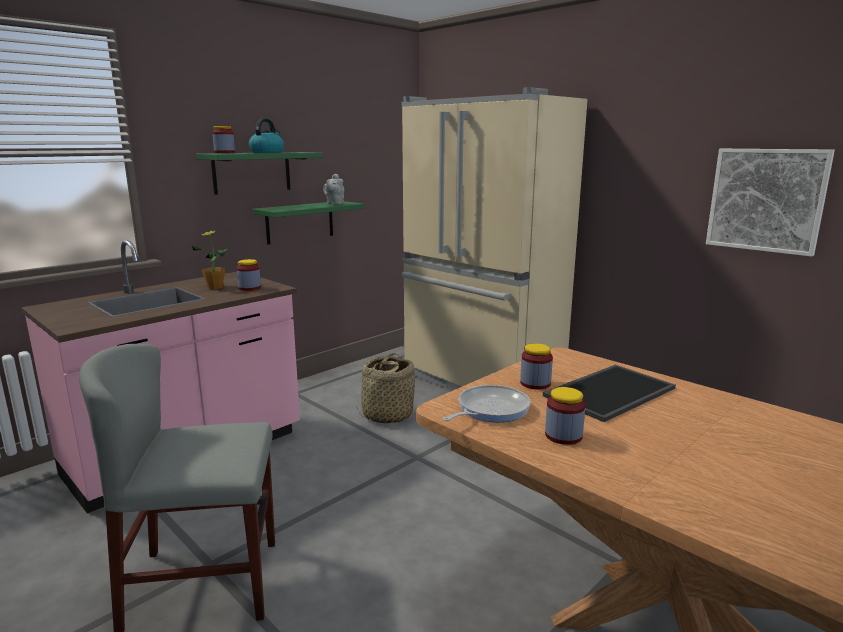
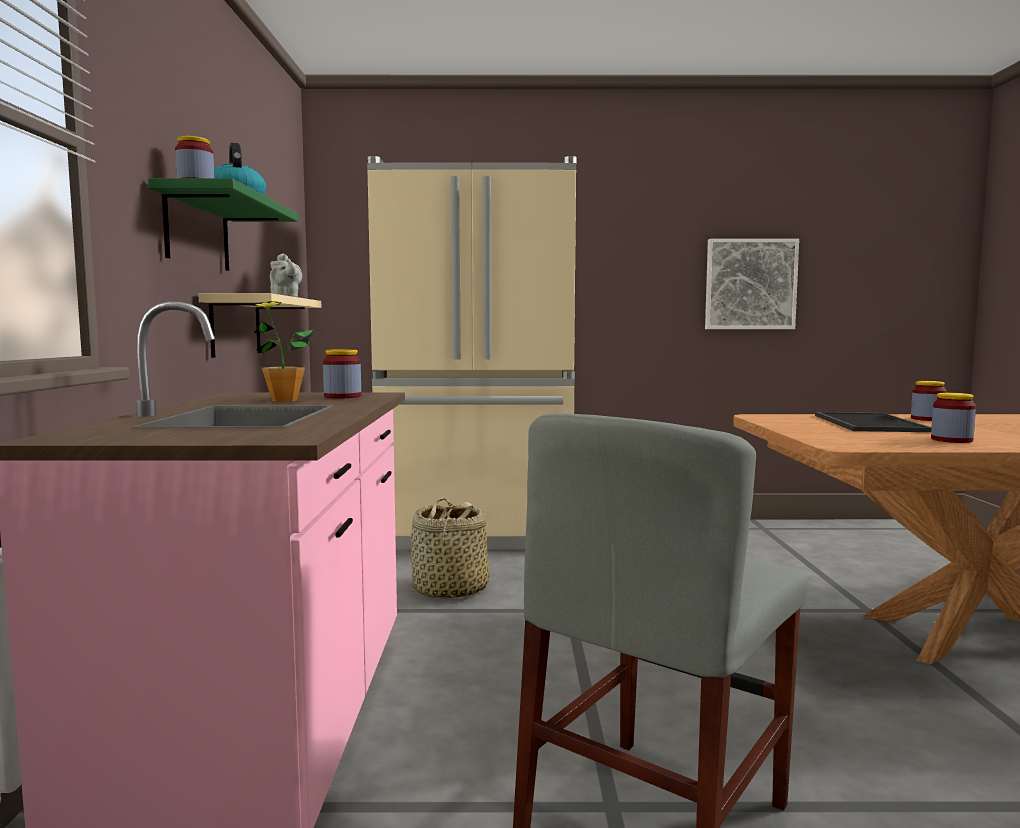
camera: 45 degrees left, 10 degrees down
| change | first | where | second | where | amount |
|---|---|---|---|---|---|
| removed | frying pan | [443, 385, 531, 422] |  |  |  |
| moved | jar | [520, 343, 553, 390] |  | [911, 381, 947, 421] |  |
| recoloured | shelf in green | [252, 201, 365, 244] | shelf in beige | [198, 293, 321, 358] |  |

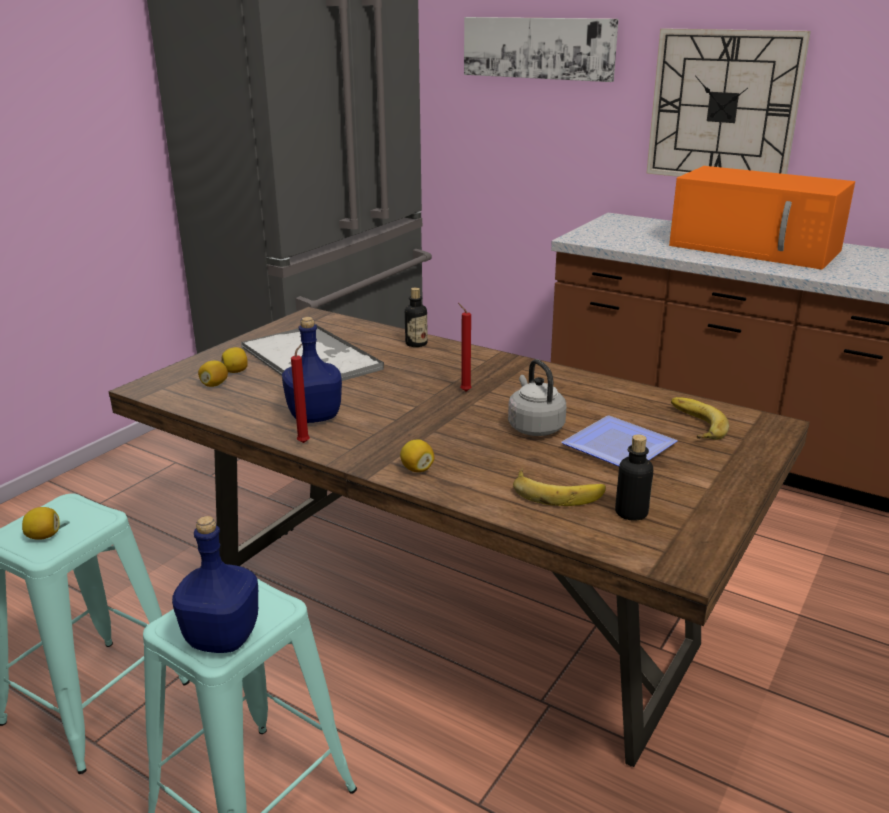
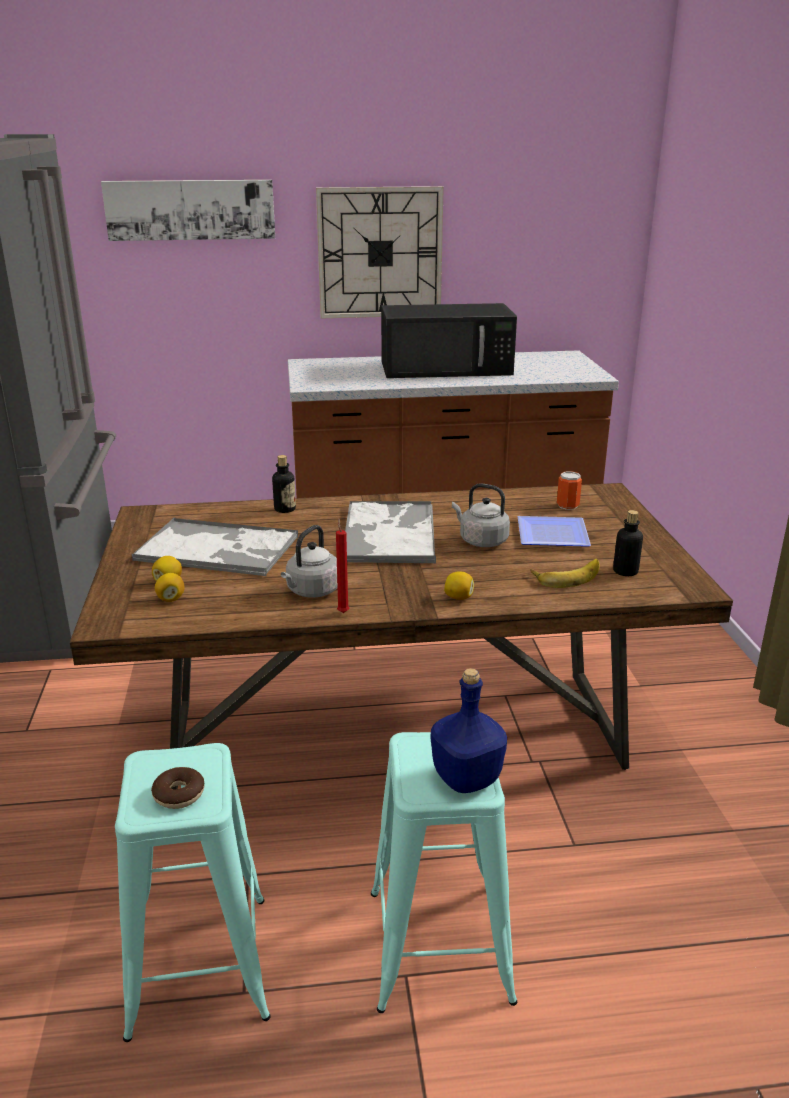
camera: 40 degrees left, 0 degrees up
| change | first | where | second | where | amount |
|---|---|---|---|---|---|
| replaced | lemon | [22, 507, 60, 539] | donut | [151, 767, 204, 809] |  |
| replaced | bottle in blue | [282, 317, 342, 423] | kettle in grey | [281, 525, 338, 598] |  |
| replaced | candle in red | [458, 303, 472, 391] | tray | [345, 501, 436, 563] |  |
| replaced | banana | [671, 397, 729, 440] | can | [557, 471, 582, 510] |  |
| recoloured | microwave in orange | [669, 166, 855, 270] | microwave in black | [381, 303, 517, 378] |  |

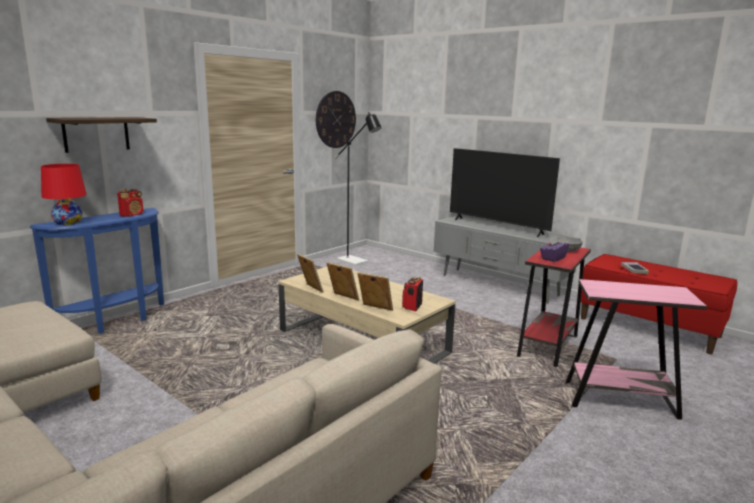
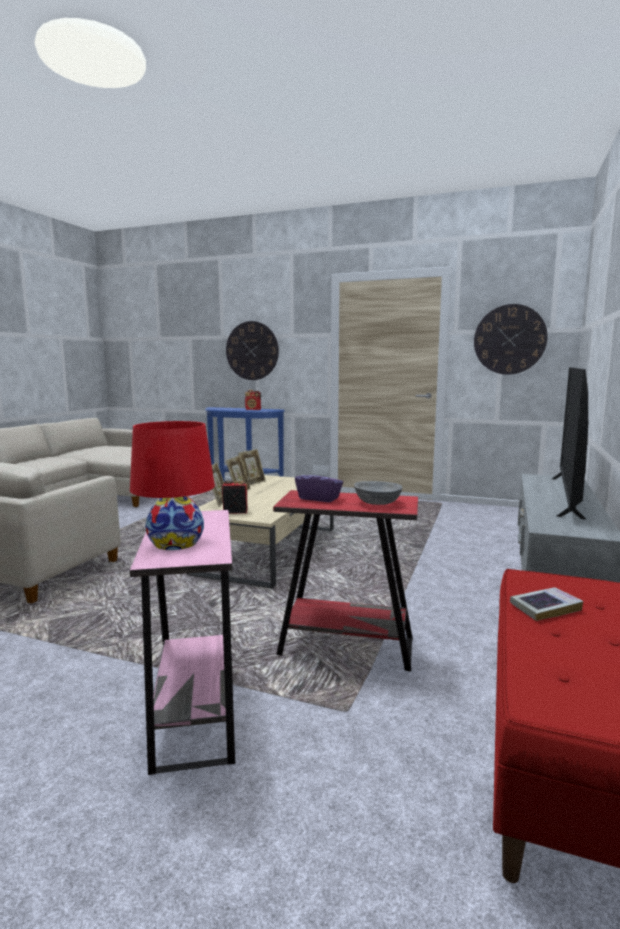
camera: 70 degrees right, 5 degrees down
| change | first | where | second | where | amount |
|---|---|---|---|---|---|
| removed | floor lamp in black | [334, 112, 382, 266] |  |  |  |
| moved | table lamp in red | [41, 164, 87, 225] |  | [130, 421, 215, 550] |  |
| replaced | shelf | [46, 117, 157, 153] | wall clock | [226, 321, 279, 380] |  |

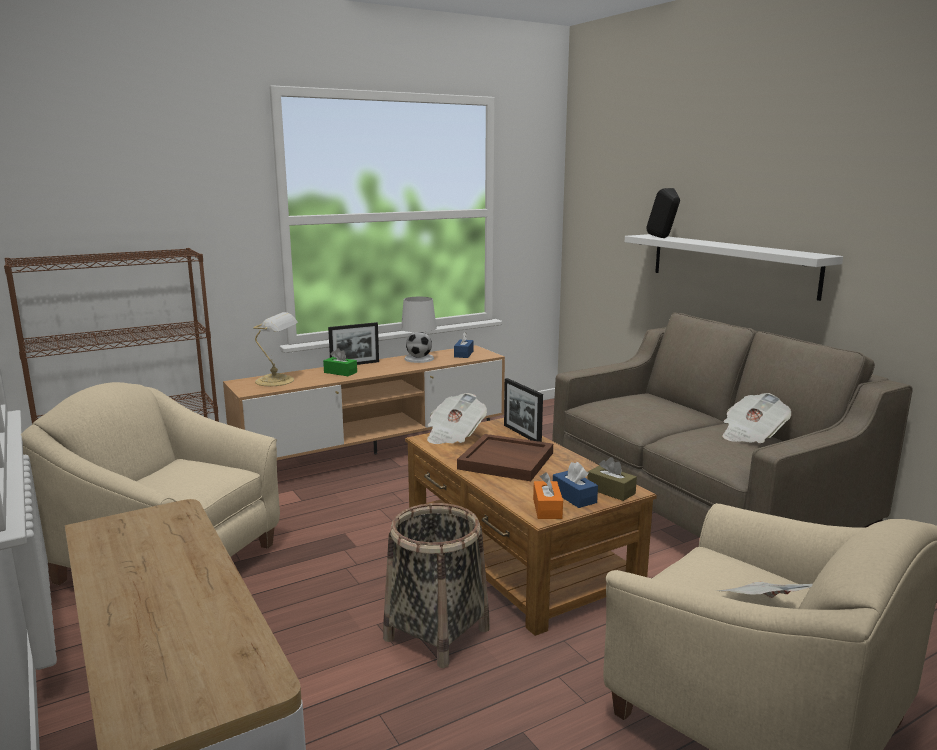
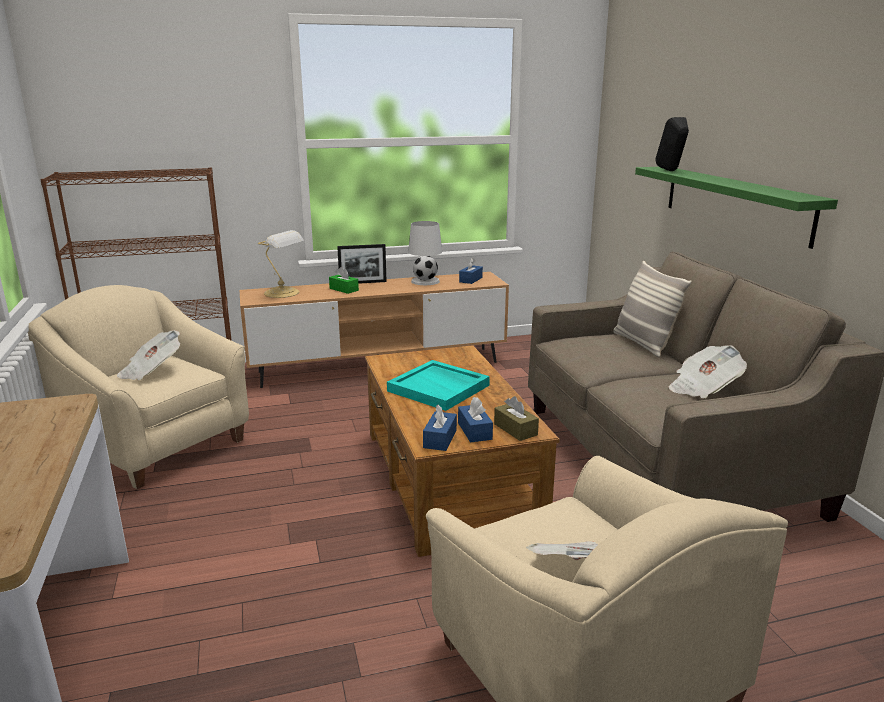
camera: 15 degrees right, 5 degrees up
| change | first | where | second | where | amount |
|---|---|---|---|---|---|
| removed | basket | [383, 503, 490, 668] |  |  |  |
| removed | picture frame | [504, 378, 543, 442] |  |  |  |
| added |  |  | pillow | [613, 261, 692, 358] |  |
| moved | newspaper | [427, 393, 487, 444] |  | [117, 330, 180, 380] |  |
| recoloured | tray in brown | [457, 434, 553, 481] | tray in turquoise | [387, 360, 490, 411] |  |
| recoloured | tissue box in orange | [533, 472, 563, 519] | tissue box in blue | [423, 404, 457, 451] |  |
| recoloured | shelf in white | [625, 234, 843, 301] | shelf in green | [635, 167, 838, 249] |  |

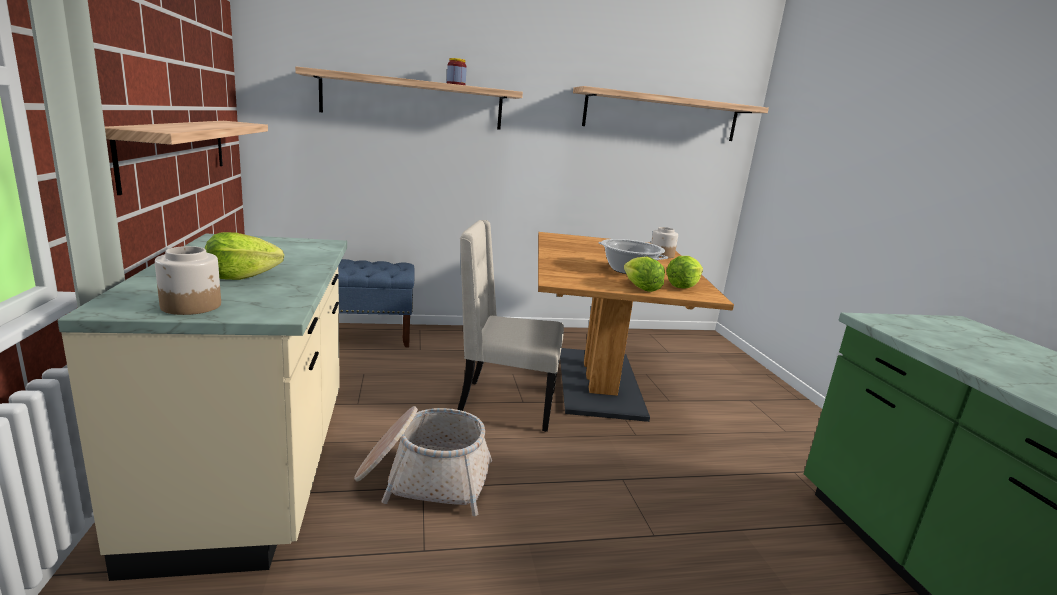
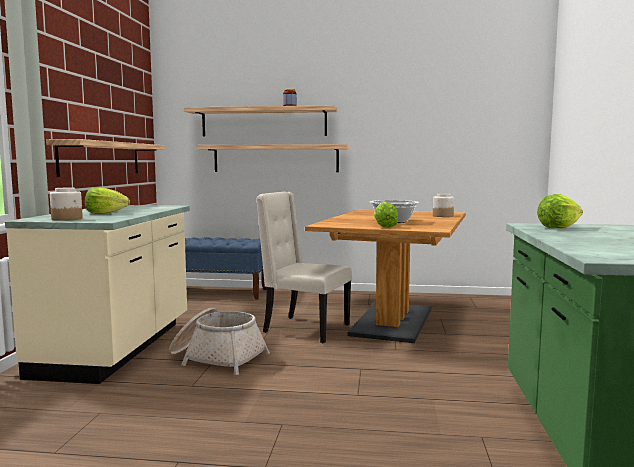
camera: 20 degrees right, 10 degrees down
| change | first | where | second | where | amount |
|---|---|---|---|---|---|
| moved | shelf | [573, 86, 769, 141] |  | [196, 144, 349, 172] |  |
| moved | lettuce | [666, 256, 703, 288] |  | [537, 194, 583, 229] |  |

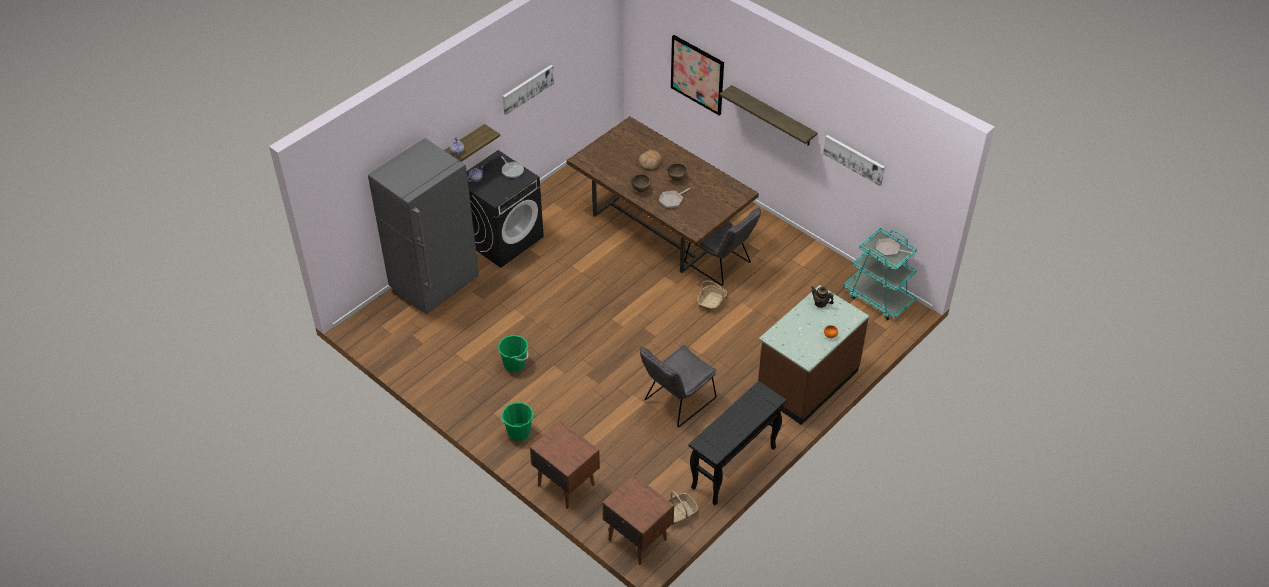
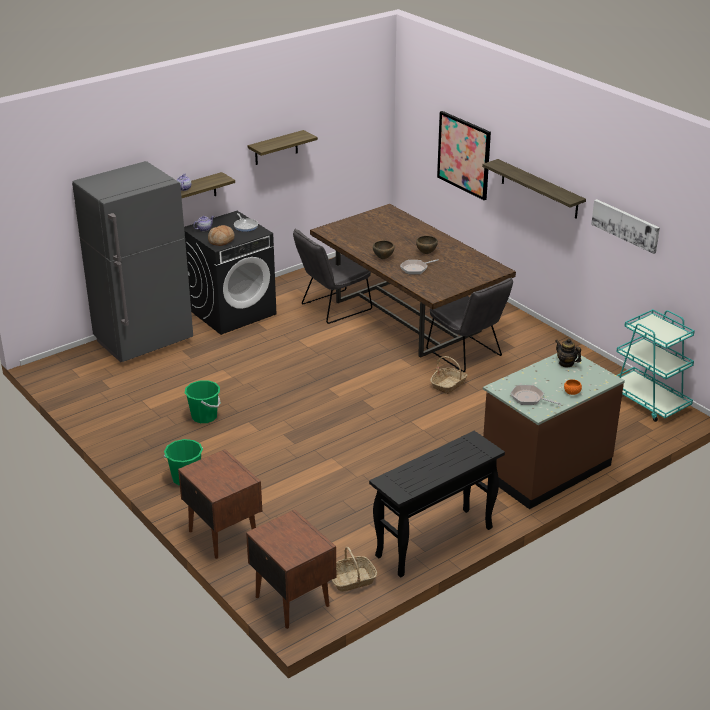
camera: 10 degrees right, 15 degrees down
| change | first | where | second | where | amount |
|---|---|---|---|---|---|
| moved | bread | [639, 150, 662, 170] |  | [208, 225, 235, 246] |  |
| moved | chair in grey | [640, 345, 717, 427] |  | [293, 228, 372, 324] |  |
| moved | frying pan | [876, 238, 914, 257] |  | [510, 385, 561, 405] |  |
| replaced | picture | [502, 65, 554, 115] | shelf | [248, 130, 318, 165] |  |

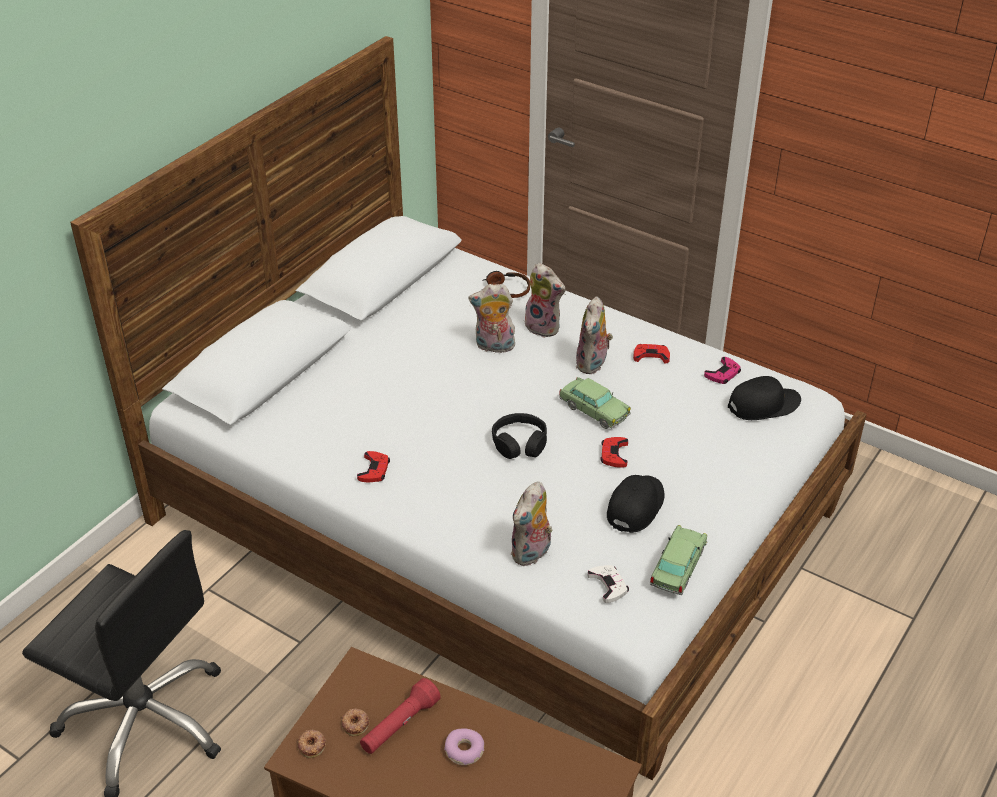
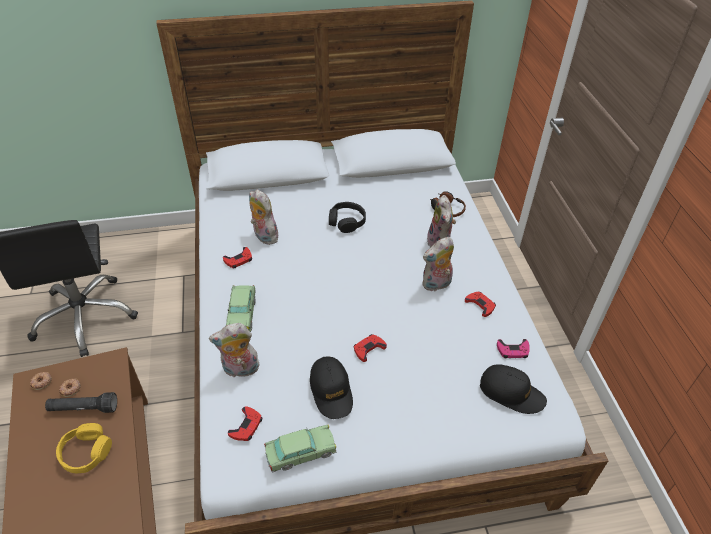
camera: 45 degrees right, 5 degrees up
| change | first | where | second | where | amount |
|---|---|---|---|---|---|
| moved | plush toy | [468, 284, 515, 353] |  | [249, 190, 278, 245] |  |
| moved | headphones in black | [492, 413, 547, 459] |  | [329, 202, 366, 233] |  |
| moved | toy car | [559, 377, 631, 429] |  | [226, 285, 256, 332] |  |
| replaced | donut | [444, 728, 484, 765] | headphones in yellow | [56, 423, 112, 473] |  |
| recoloured | flashlight in red | [360, 678, 441, 754] | flashlight in black | [45, 392, 117, 413] |  |
| recoloured | game controller in white | [587, 565, 629, 603] | game controller in red | [228, 406, 262, 441] |  |
| turned | cap in black | [607, 475, 664, 533] |  | [310, 357, 353, 419] | 90 degrees clockwise |

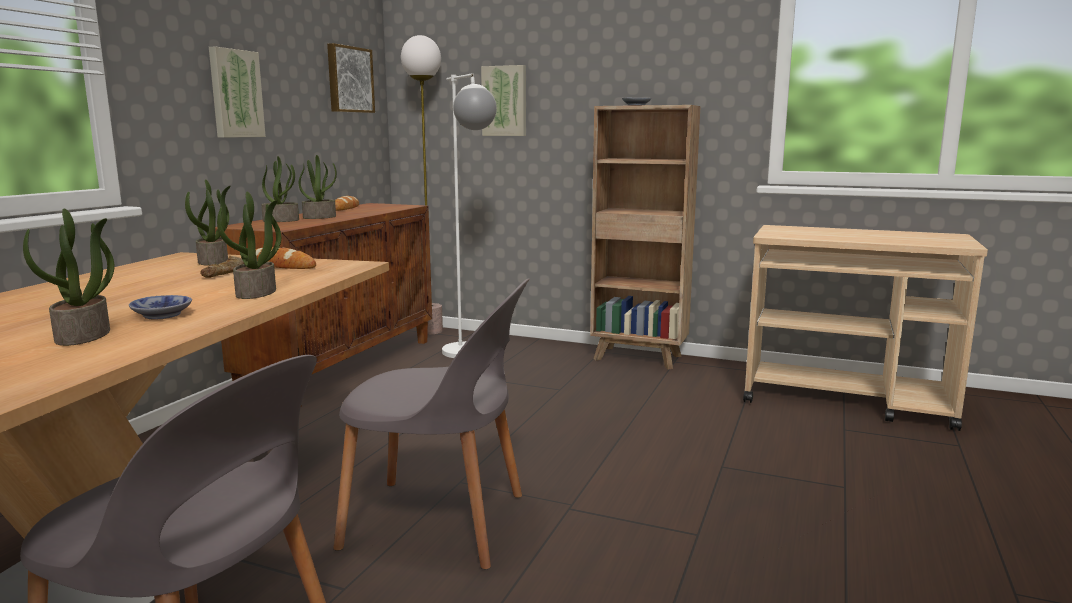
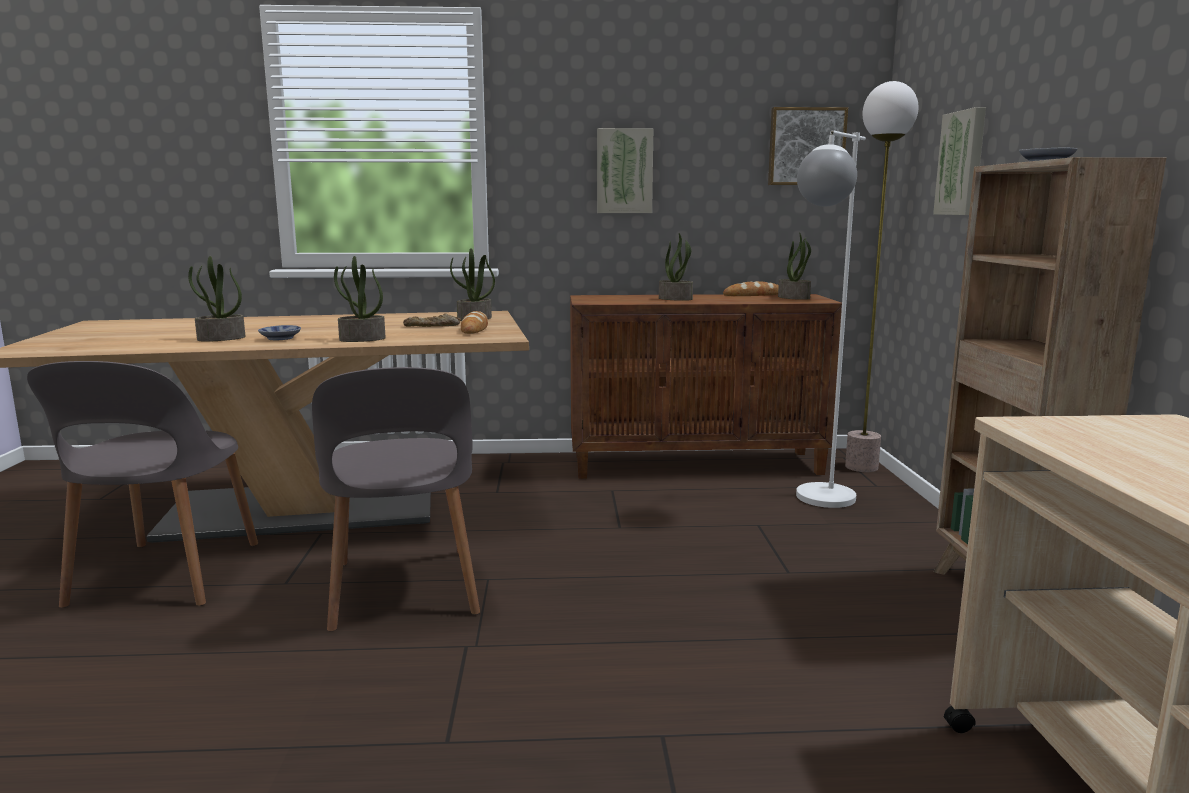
camera: 65 degrees right, 0 degrees up
| change | first | where | second | where | amount |
|---|---|---|---|---|---|
| moved | potted plant | [261, 156, 299, 222] |  | [778, 232, 811, 300] |  |

